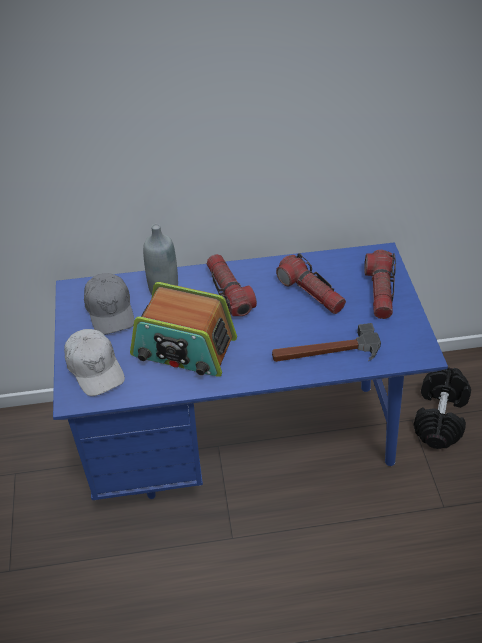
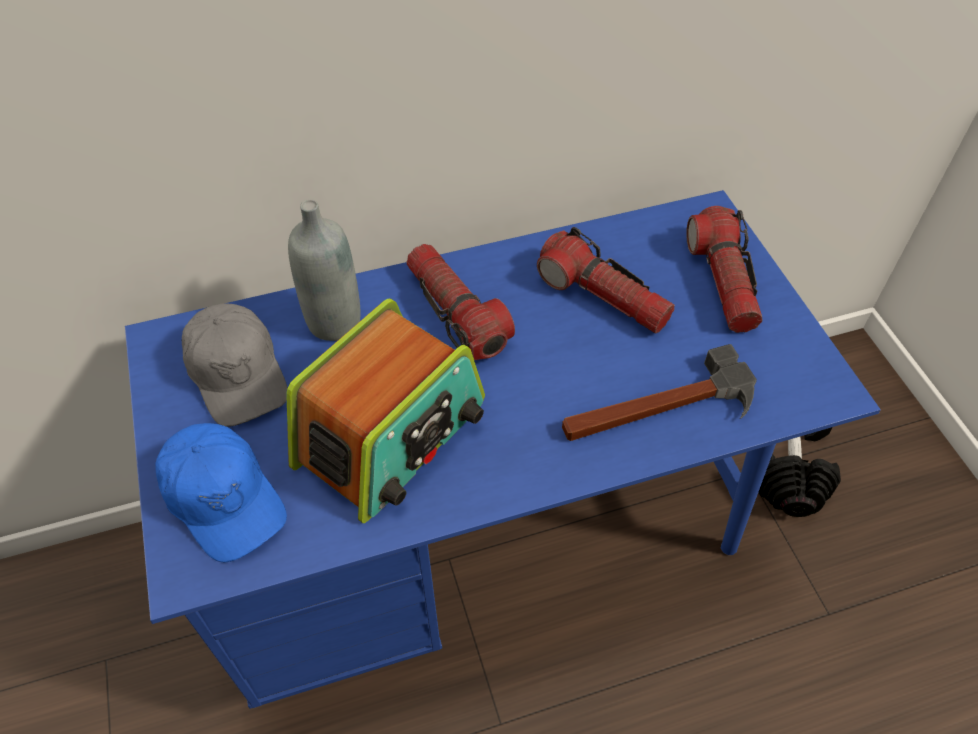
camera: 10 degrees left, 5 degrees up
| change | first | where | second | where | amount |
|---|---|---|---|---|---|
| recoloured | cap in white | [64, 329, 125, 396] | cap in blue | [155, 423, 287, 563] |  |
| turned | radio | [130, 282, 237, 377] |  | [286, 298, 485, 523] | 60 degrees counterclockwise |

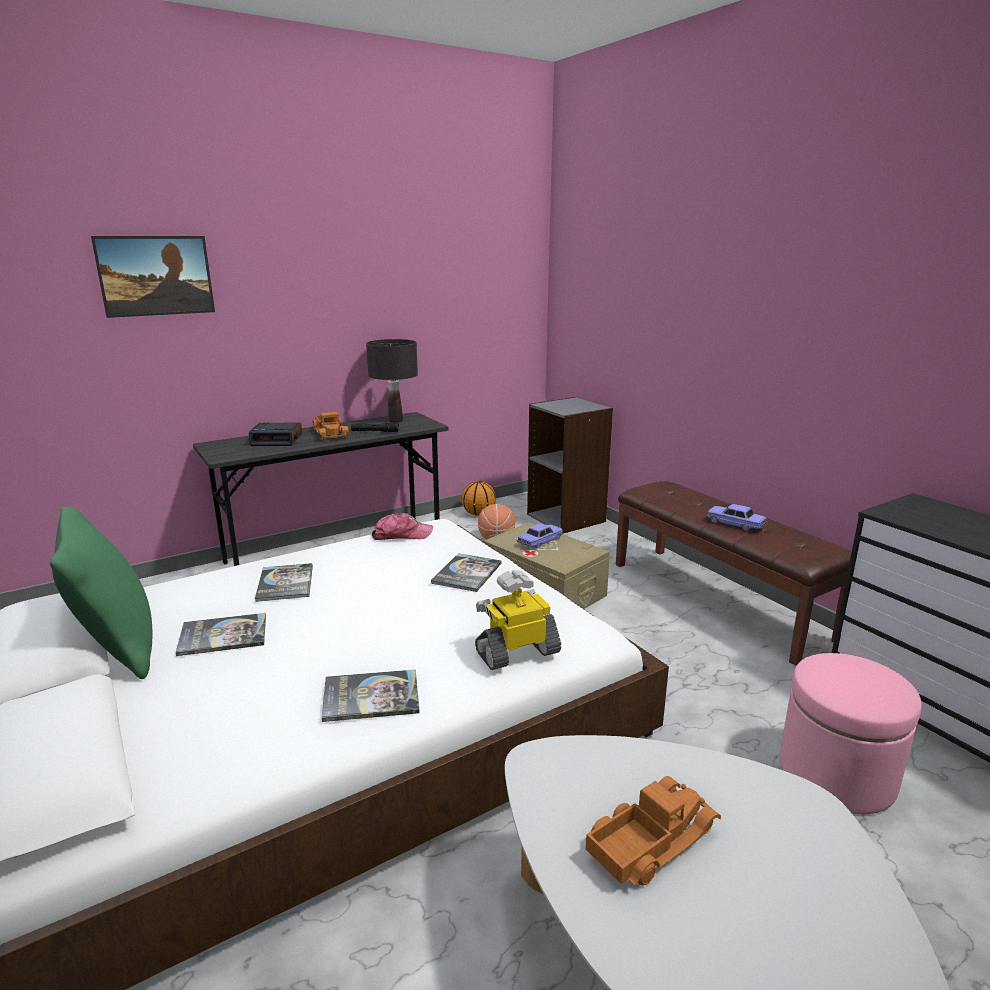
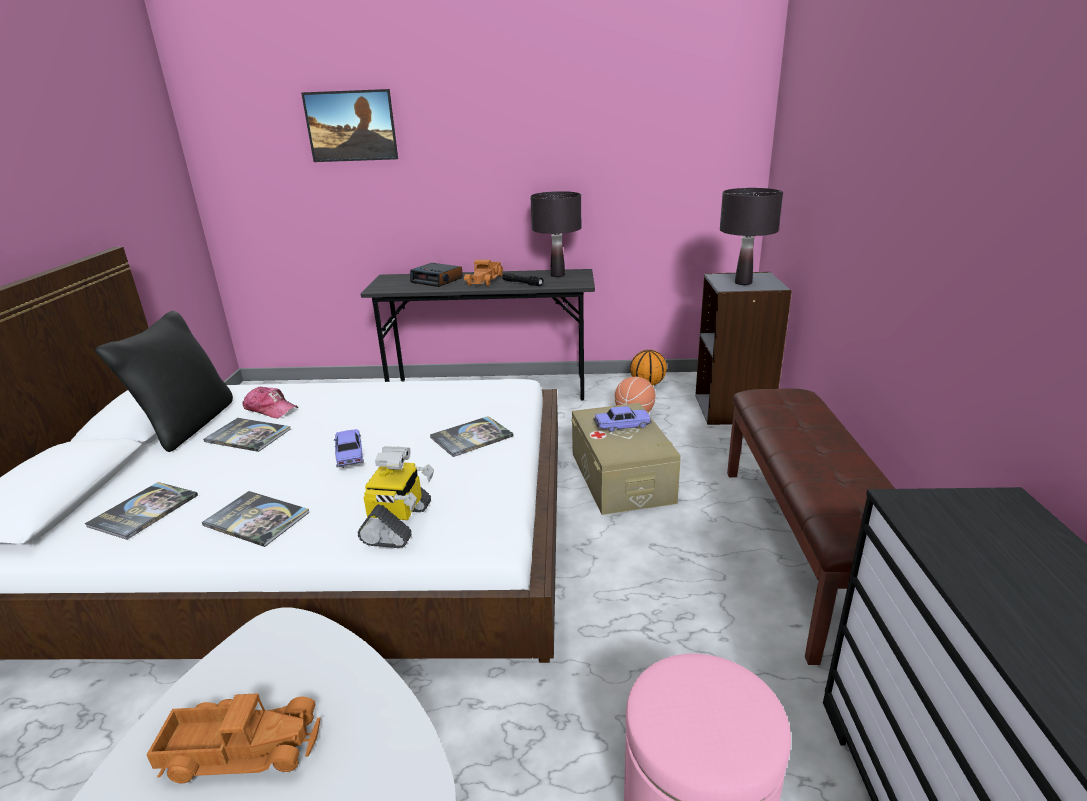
camera: 35 degrees right, 5 degrees up
| change | first | where | second | where | amount |
|---|---|---|---|---|---|
| added |  |  | table lamp in black | [720, 188, 783, 285] |  |
| moved | book | [255, 563, 313, 602] |  | [84, 482, 198, 540] |  |
| moved | cap | [372, 513, 433, 540] |  | [243, 386, 298, 418] |  |
| moved | toy car | [706, 504, 768, 531] |  | [334, 429, 364, 468] |  |
| recoloured | pillow in green | [50, 507, 152, 679] | pillow in black | [95, 311, 233, 452] |  |
| turned | toy robot | [475, 570, 561, 670] |  | [358, 446, 434, 548] | 90 degrees clockwise |

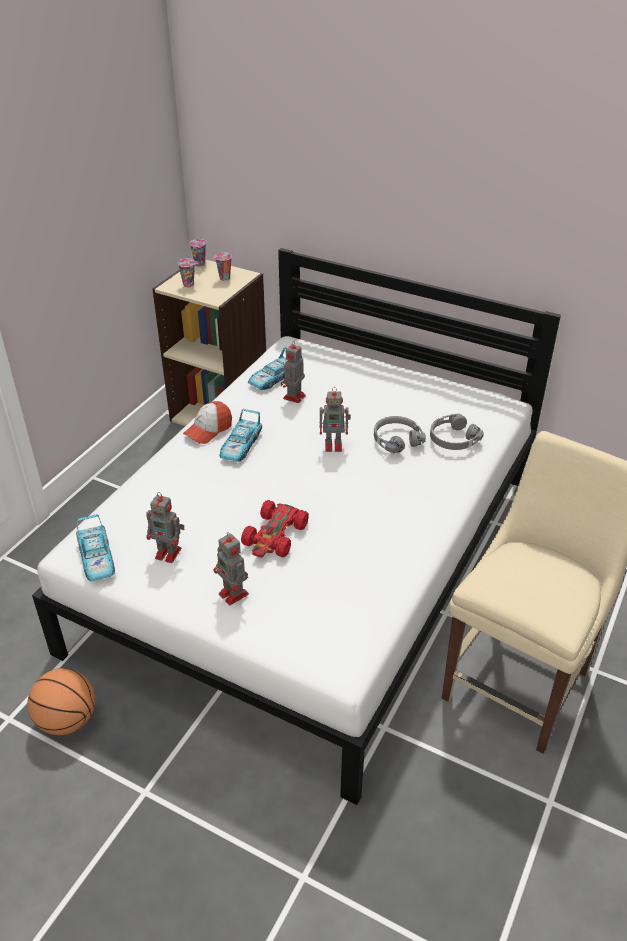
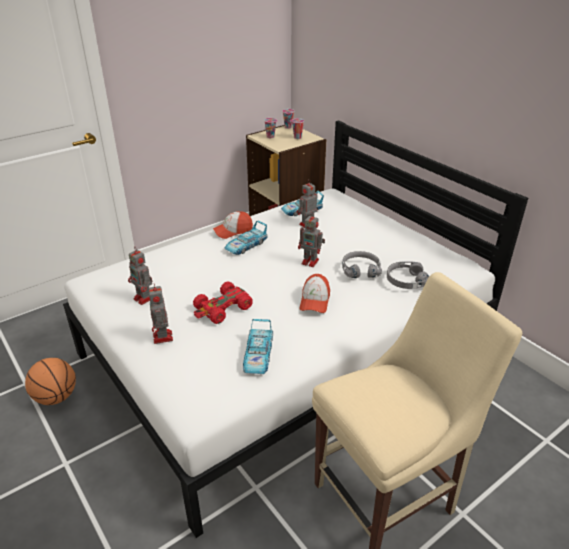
camera: 25 degrees right, 5 degrees down
| change | first | where | second | where | amount |
|---|---|---|---|---|---|
| added |  |  | cap | [300, 274, 330, 313] |  |
| moved | toy car | [76, 514, 115, 581] |  | [243, 319, 273, 374] |  |

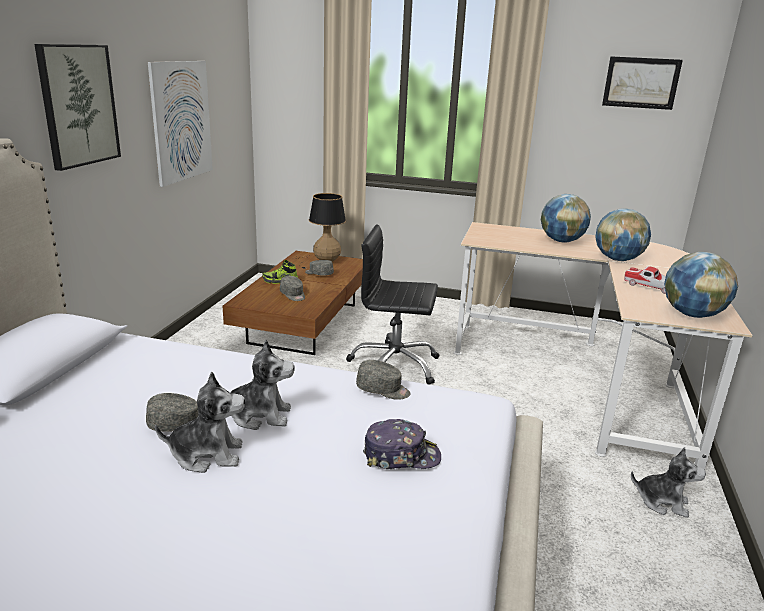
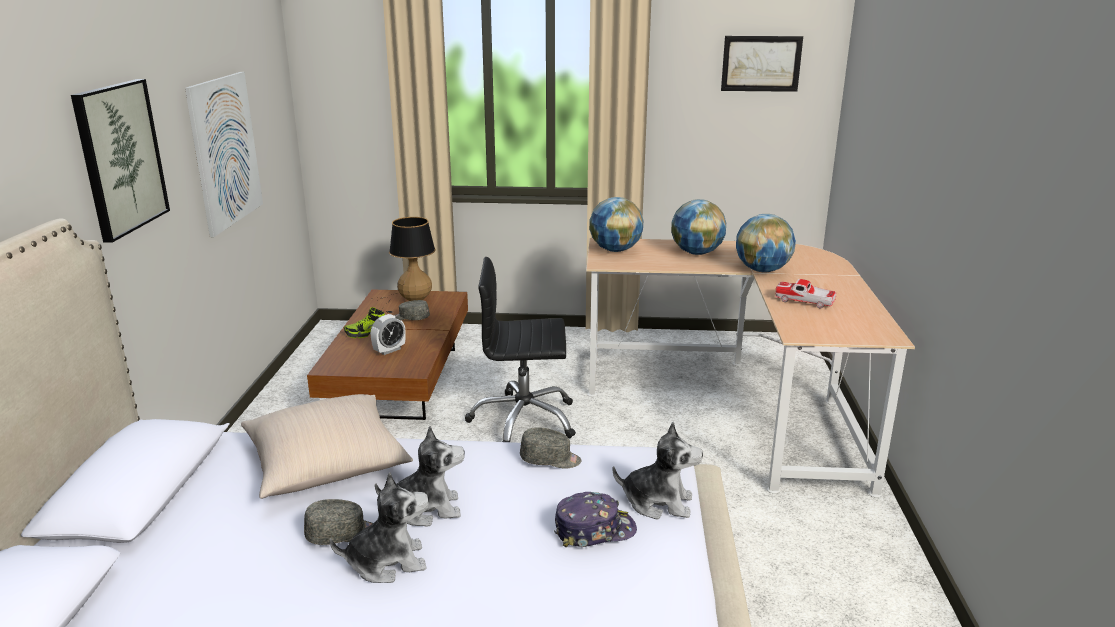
camera: 10 degrees left, 0 degrees up
| change | first | where | second | where | amount |
|---|---|---|---|---|---|
| added |  |  | pillow in beige | [241, 394, 413, 499] |  |
| moved | plush toy | [631, 447, 706, 518] |  | [612, 422, 703, 519] |  |
| moved | globe | [664, 252, 738, 318] |  | [589, 197, 643, 252] |  |
| replaced | cap in grey | [280, 276, 305, 301] | alarm clock | [371, 314, 406, 355] |  |

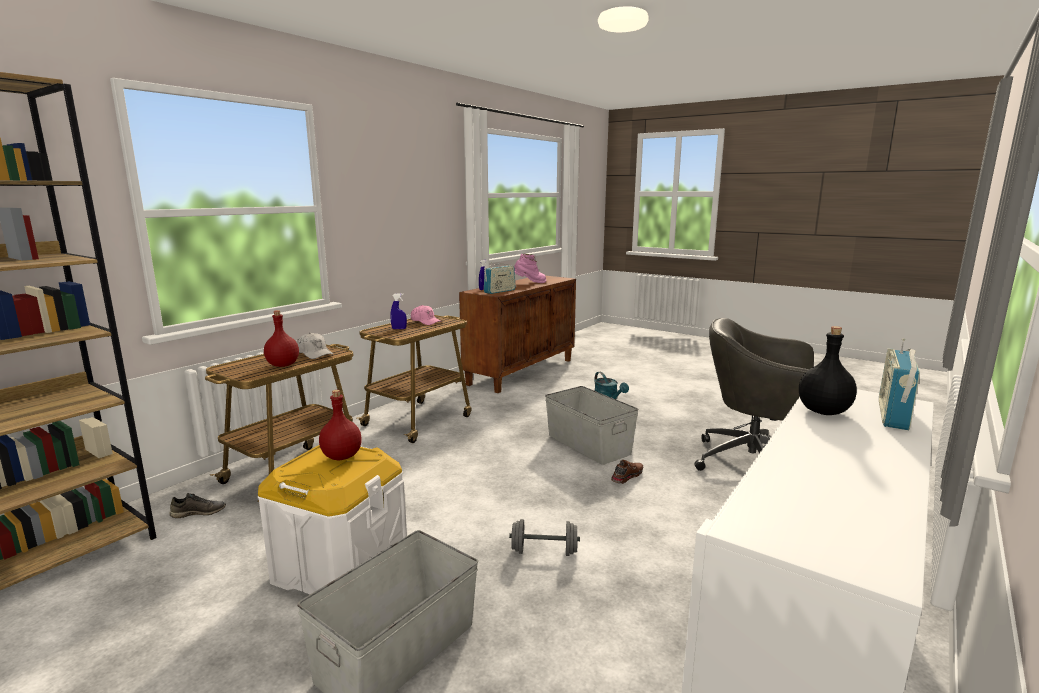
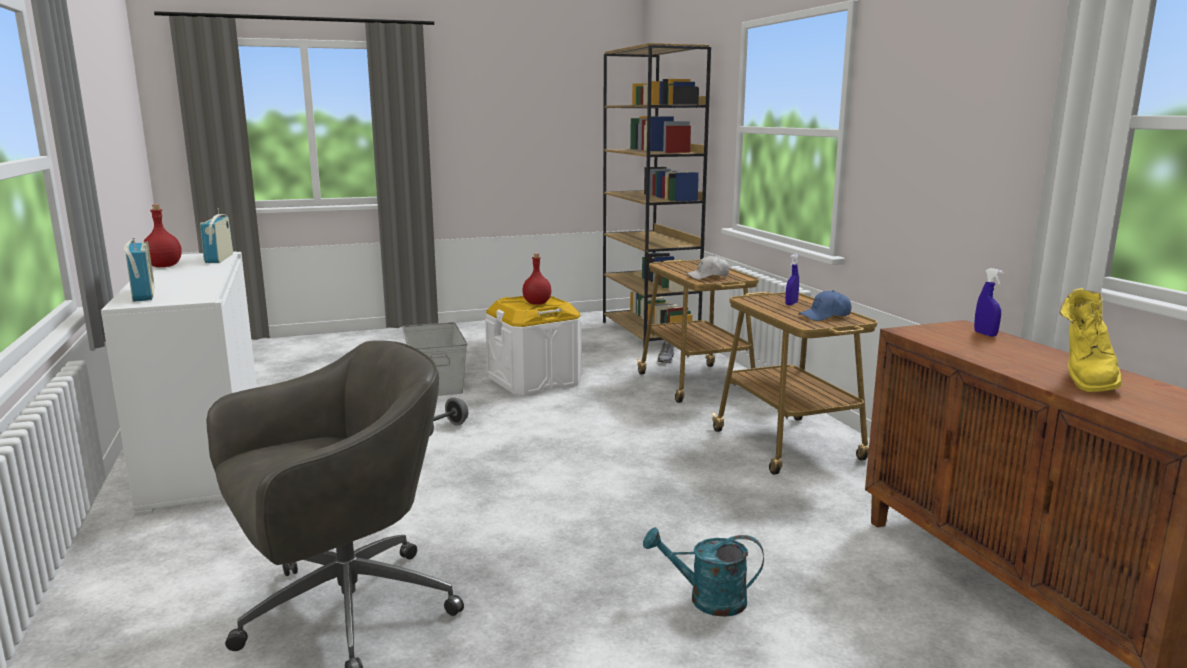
camera: 125 degrees right, 0 degrees up
| change | first | where | second | where | amount |
|---|---|---|---|---|---|
| removed | storage box in grey | [545, 386, 638, 465] |  |  |  |
| removed | shoe in brown | [611, 460, 643, 484] |  |  |  |
| removed | bottle in black | [799, 326, 857, 415] |  |  |  |
| moved | bottle in red | [264, 310, 299, 367] |  | [143, 204, 182, 267] |  |
| moved | radio | [484, 262, 515, 294] |  | [200, 208, 233, 263] |  |
| recoloured | cap in pink | [411, 305, 442, 325] | cap in blue | [798, 290, 851, 321] |  |
| recoloured | boot in pink | [514, 254, 546, 283] | boot in yellow | [1059, 288, 1122, 392] |  |

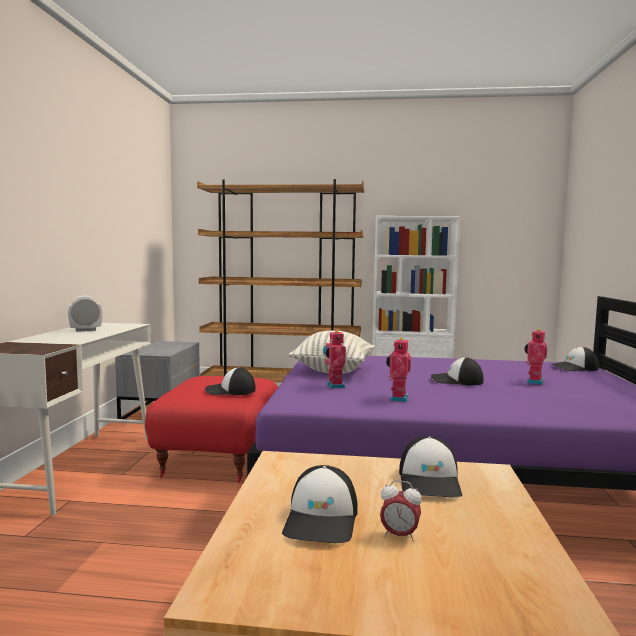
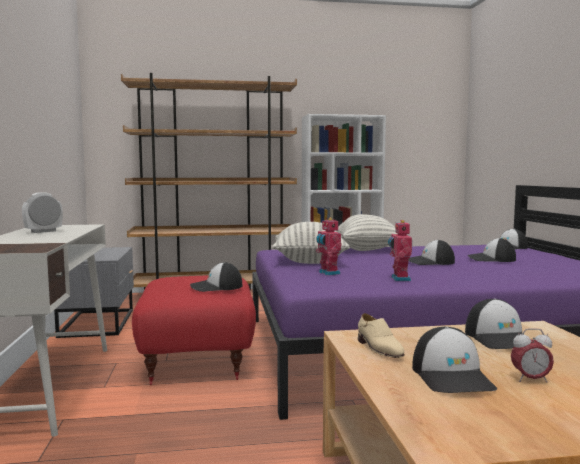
camera: 15 degrees left, 0 degrees up
| change | first | where | second | where | amount |
|---|---|---|---|---|---|
| added |  |  | pillow | [336, 214, 397, 251] |  |
| added |  |  | shoe in beige | [358, 313, 404, 358] |  |
| replaced | toy robot | [524, 329, 547, 385] | cap | [468, 238, 516, 262] |  |

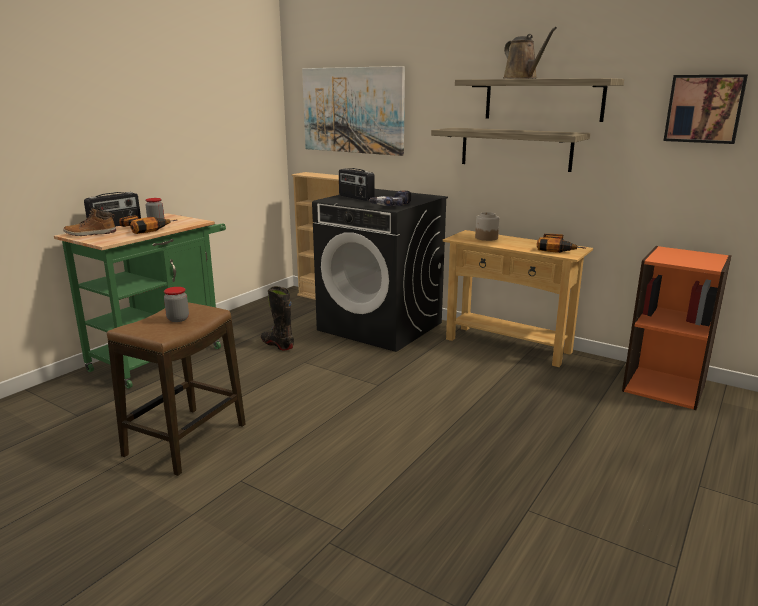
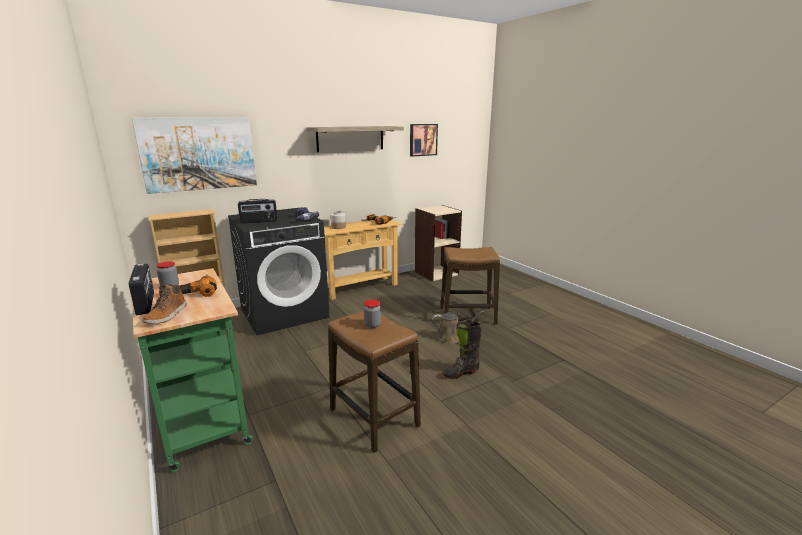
camera: 65 degrees left, 0 degrees up
| change | first | where | second | where | amount |
|---|---|---|---|---|---|
| removed | shelf | [431, 128, 590, 172] |  |  |  |
| added |  |  | stool | [440, 247, 500, 325] |  |
| moved | boot in black | [261, 286, 294, 350] |  | [442, 320, 481, 379] |  |
| moved | watering can in brown | [503, 27, 557, 79] |  | [432, 311, 485, 343] |  |
| recoloured | bookcase in orange | [622, 246, 732, 410] | bookcase in beige | [415, 205, 462, 281] |  |

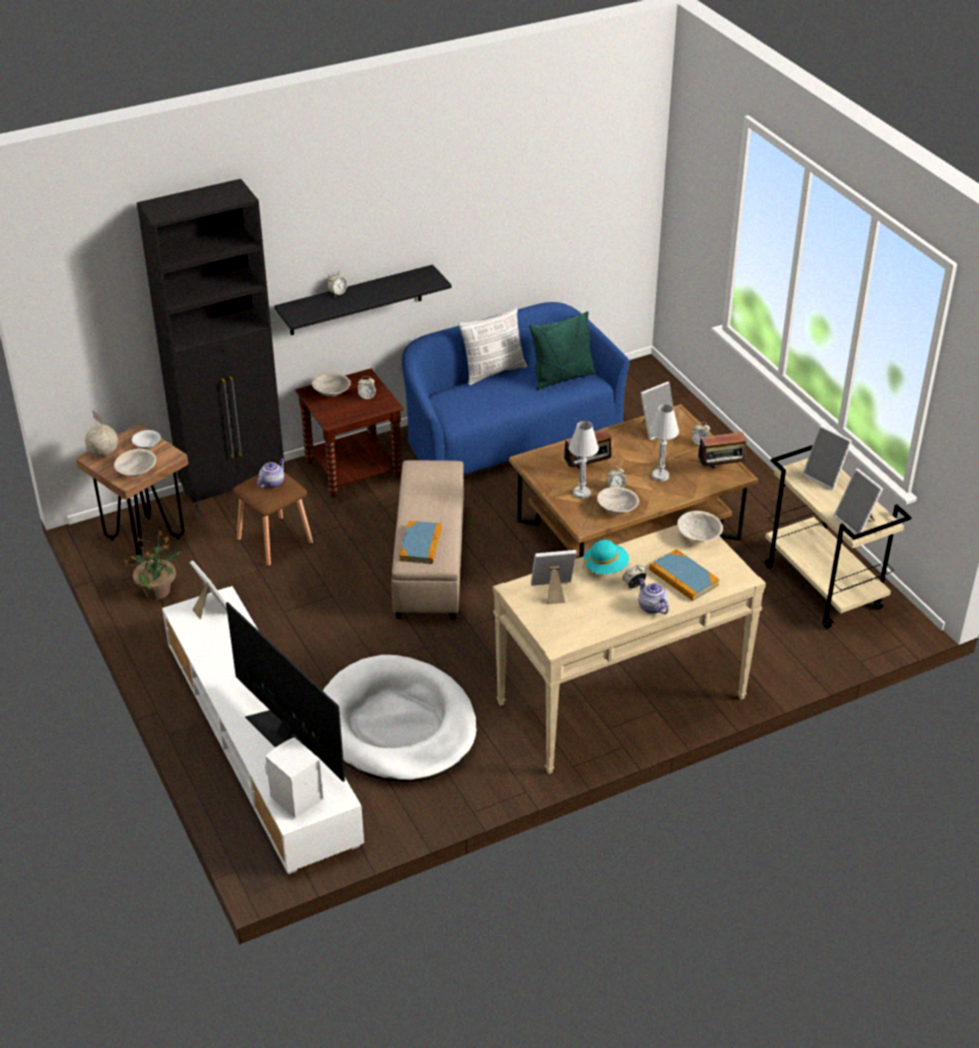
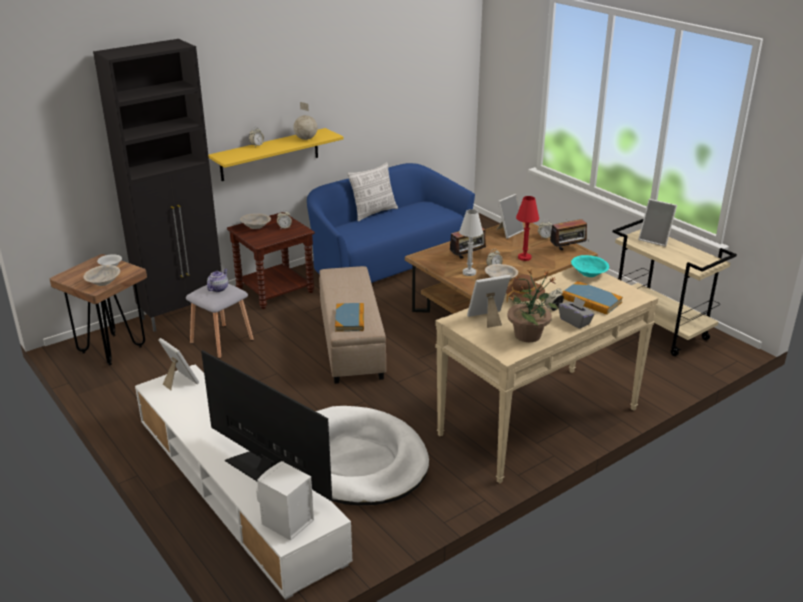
camera: 10 degrees left, 10 degrees down
| change | first | where | second | where | amount |
|---|---|---|---|---|---|
| removed | pillow in green | [529, 311, 596, 390] |  |  |  |
| removed | picture frame | [834, 468, 883, 534] |  |  |  |
| moved | globe | [85, 410, 118, 457] |  | [293, 102, 317, 140] |  |
| moved | potted plant | [123, 530, 181, 600] |  | [507, 270, 559, 342] |  |
| replaced | teapot | [638, 578, 669, 614] | tissue box in grey | [558, 296, 595, 329] |  |
| recoloured | stool in brown | [233, 472, 313, 566] | stool in grey | [186, 284, 254, 359] |  |
| recoloured | shelf in black | [274, 265, 452, 335] | shelf in yellow | [208, 128, 343, 181] |  |
| recoloured | hat in turquoise | [583, 540, 629, 574] | hat in brown | [506, 274, 545, 302] |  |
| recoloured | table lamp in white | [649, 404, 679, 481] | table lamp in red | [516, 196, 539, 261] |  |
| recoloured | bowl in beige | [677, 511, 723, 542] | bowl in turquoise | [571, 255, 609, 277] |  |

